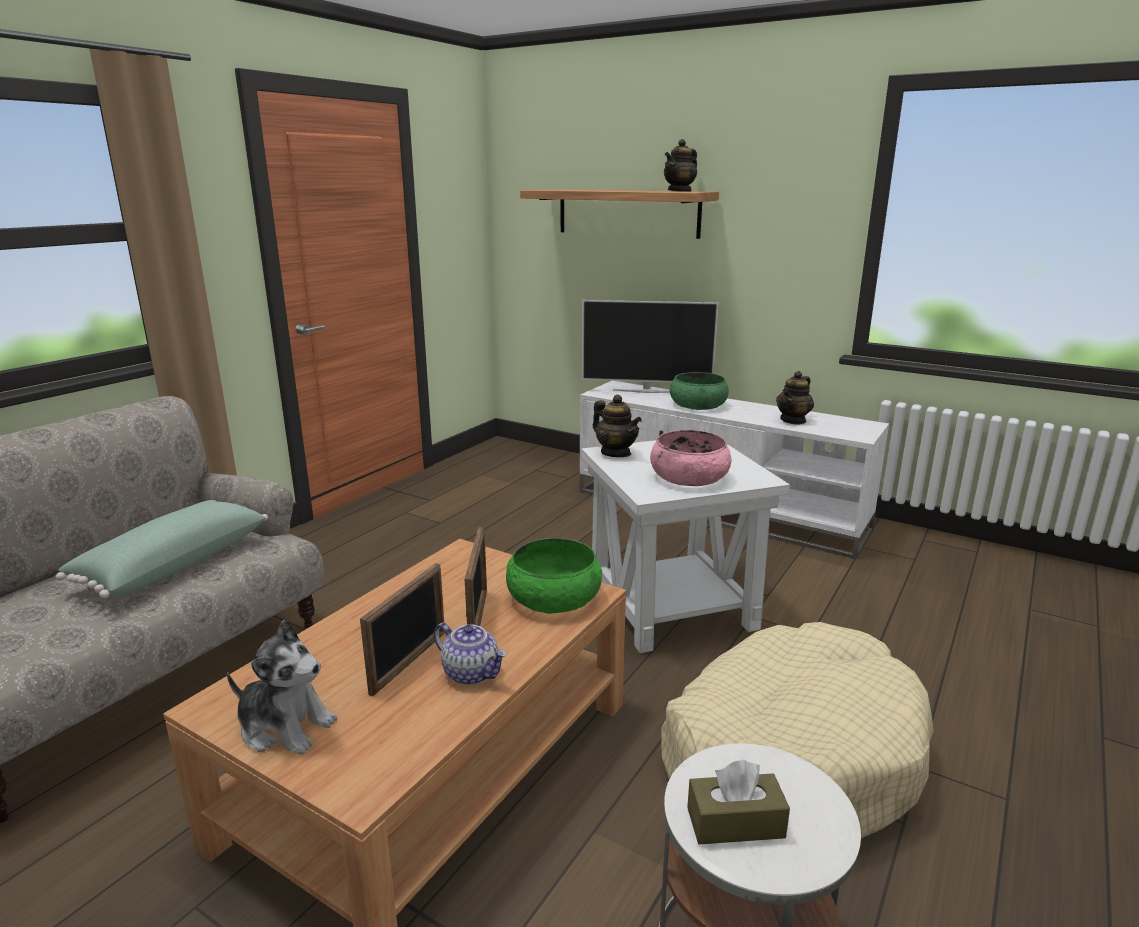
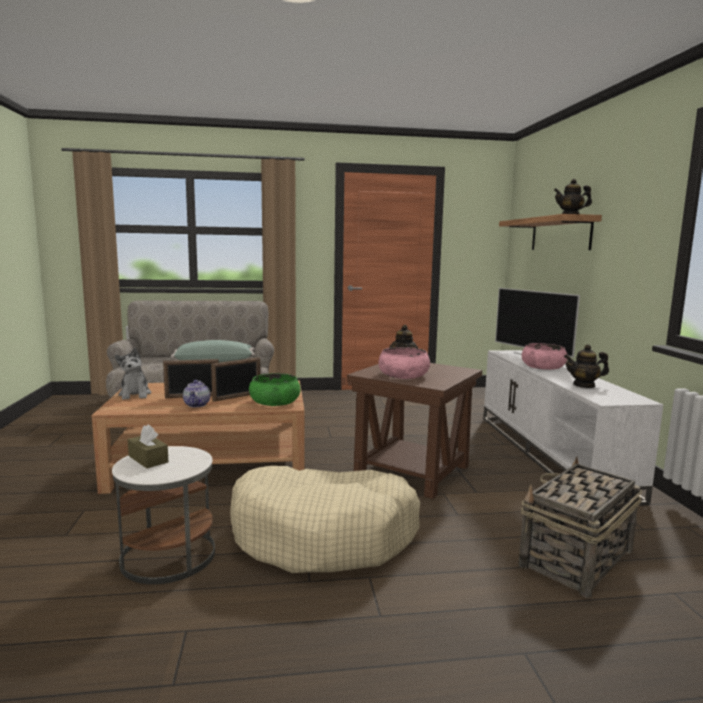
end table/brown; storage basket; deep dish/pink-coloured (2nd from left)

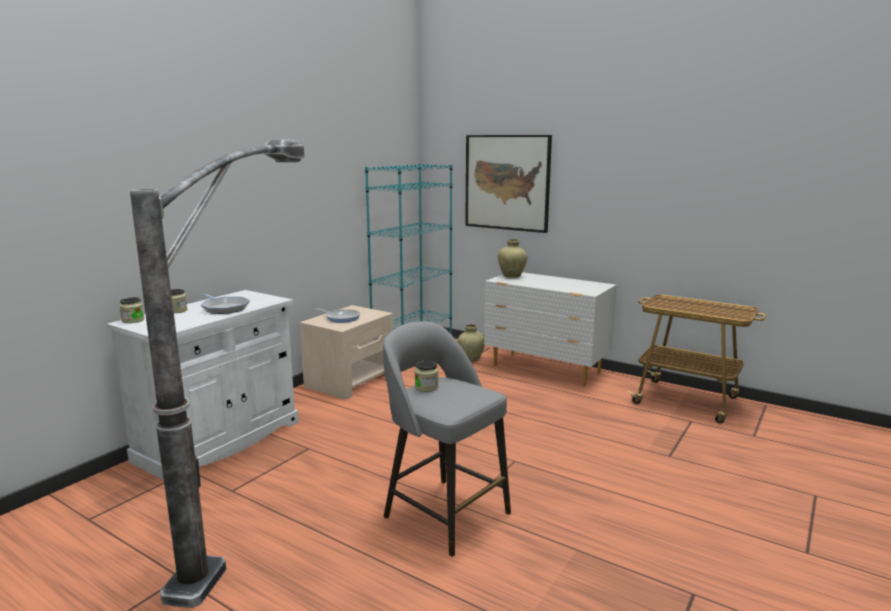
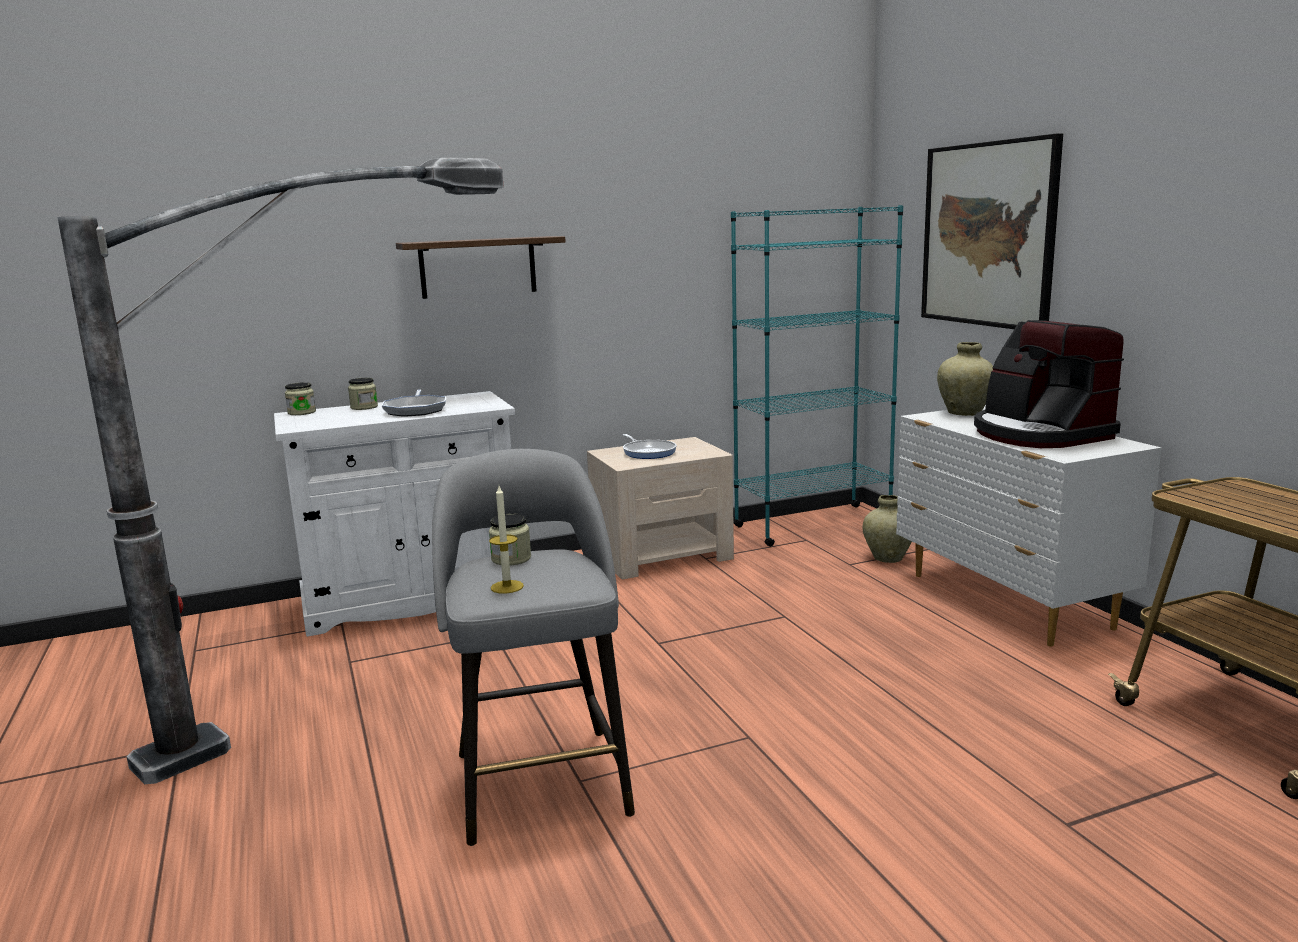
bracket shelf; wax candle; coffee machine

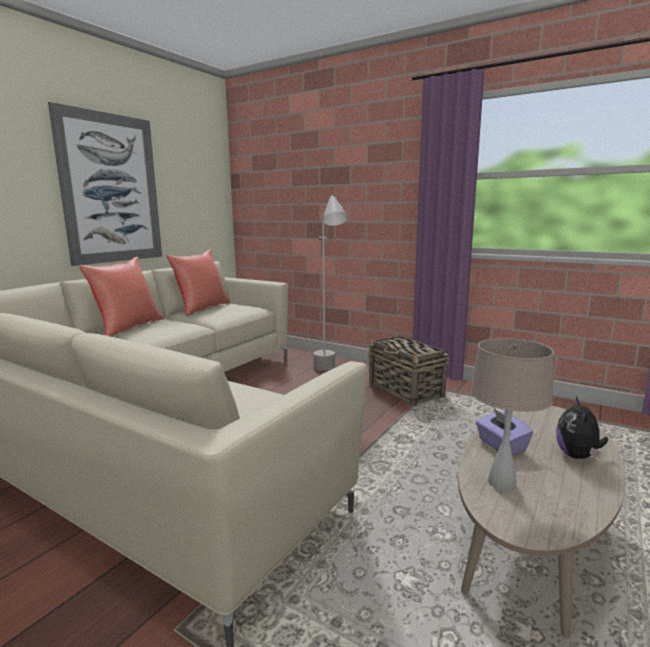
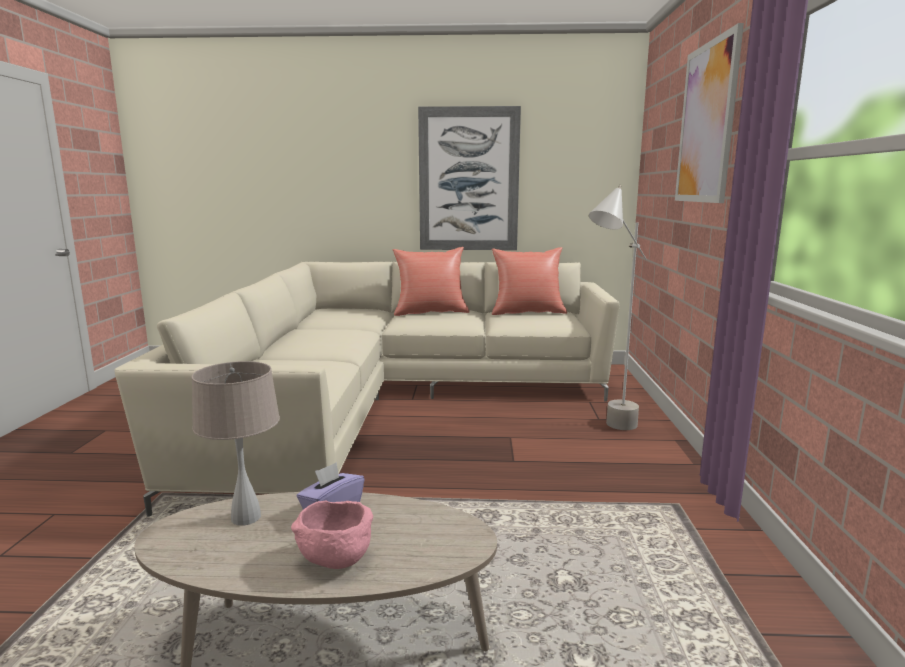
deep dish/pink-coloured; wall picture (2nd from left); storage basket

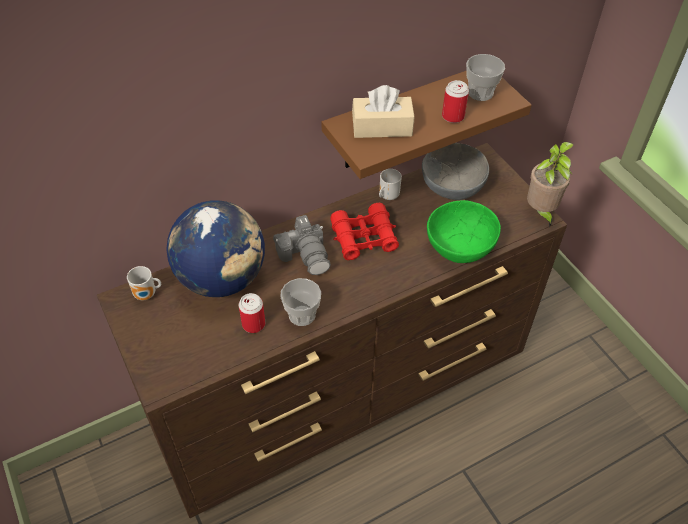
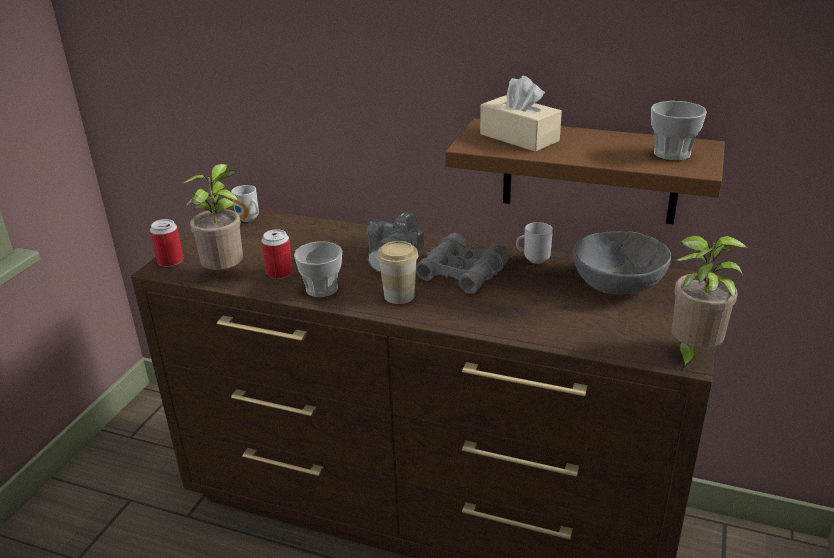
can (1st from left); houseplant (1st from left); small cup (2nd from left); binoculars/greyish; world globe; deep dish/greenish

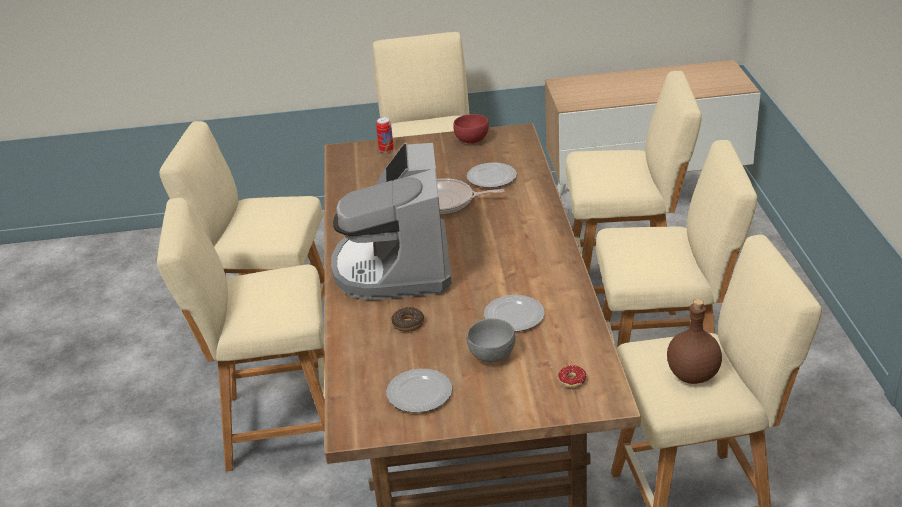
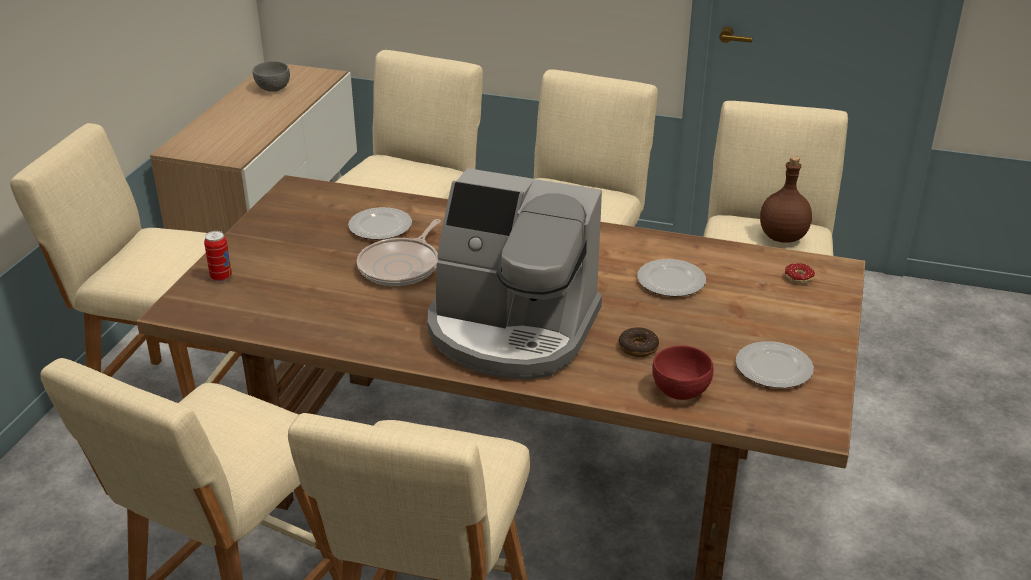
deep dish/greyish; deep dish/red

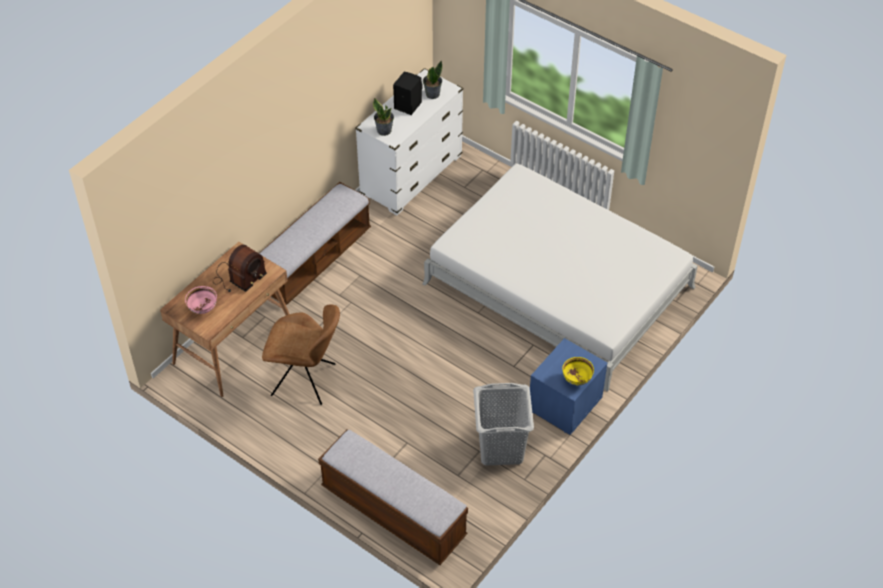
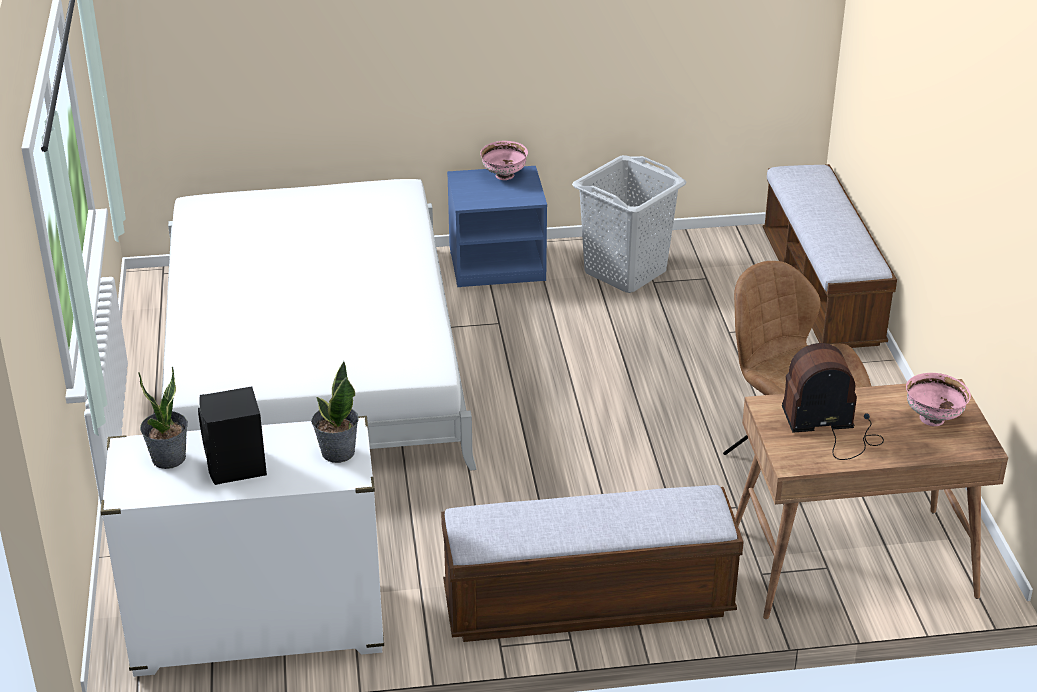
deep dish/pink-coloured (1st from left)

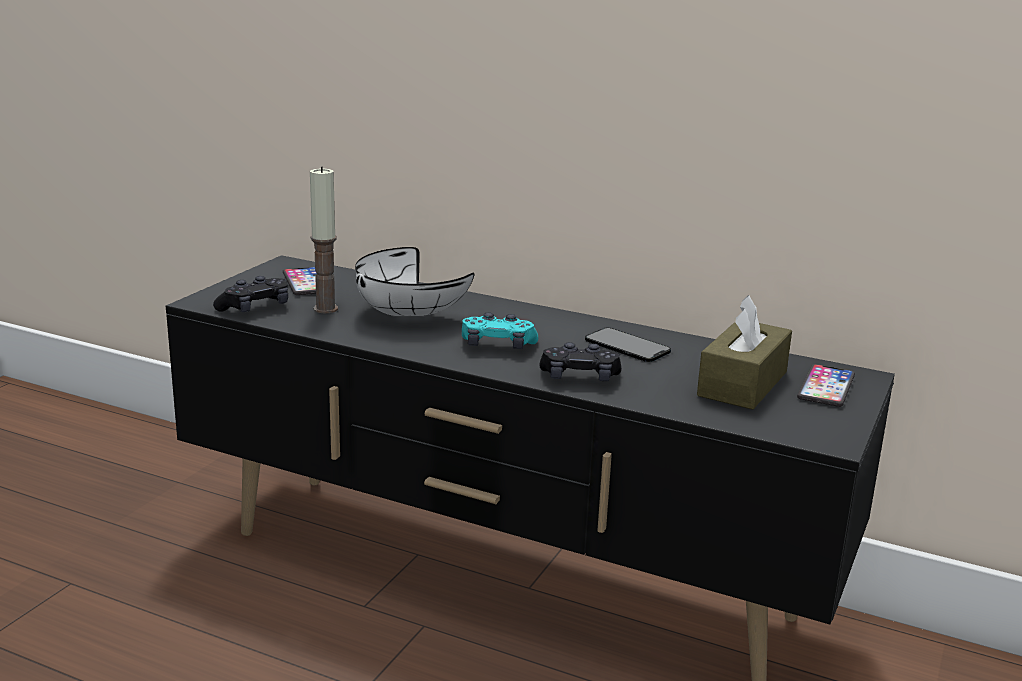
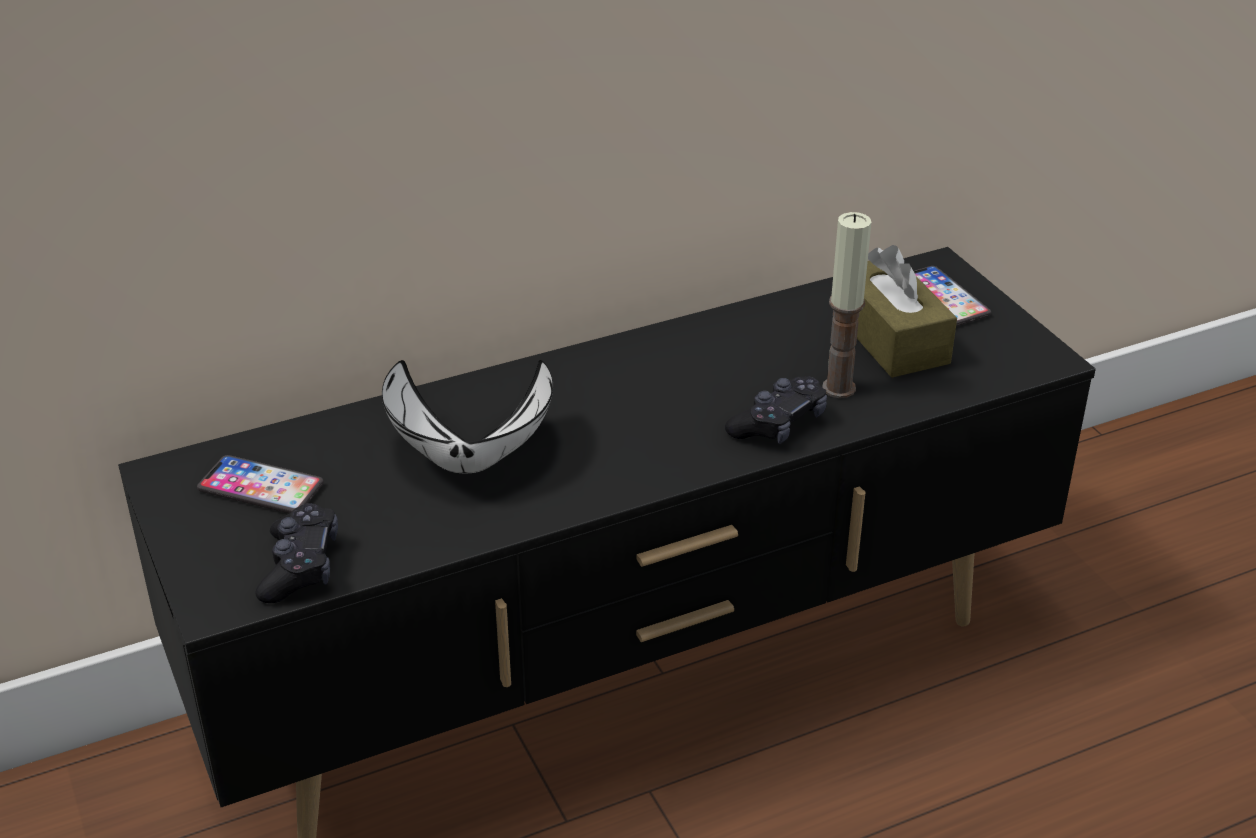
wax candle; gamepad/turquoise; telephone (2nd from left in the first image)

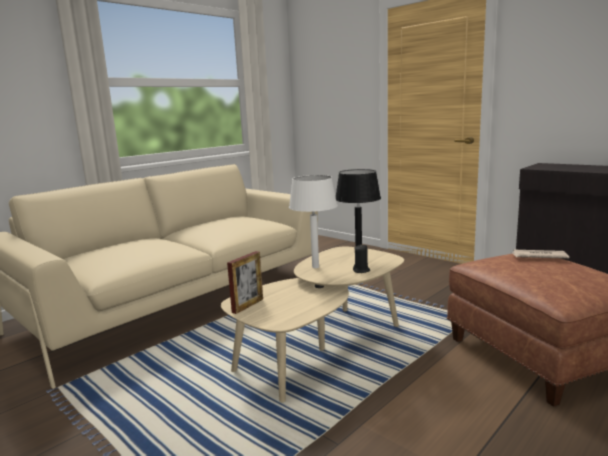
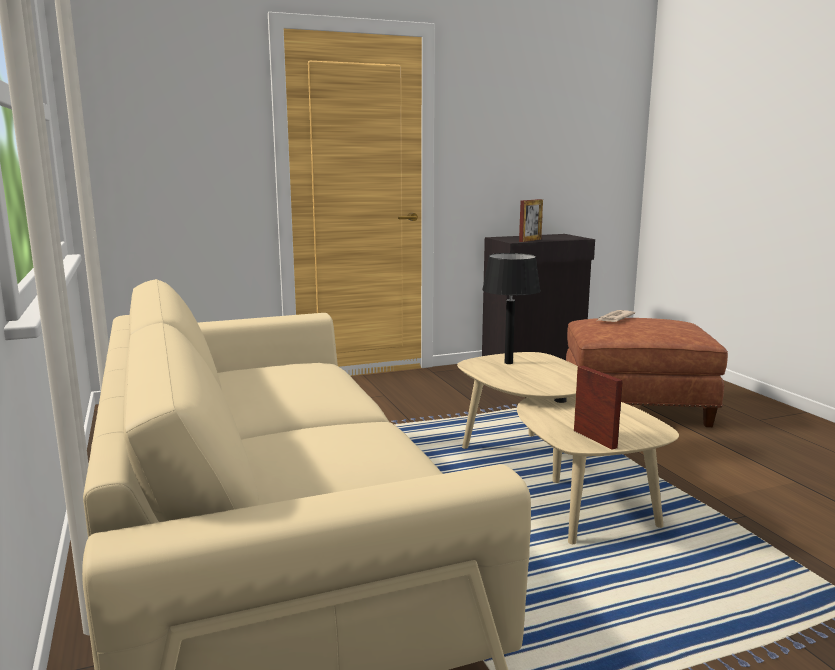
photo frame (1st from left); tabletop lamp/white; wax candle/black

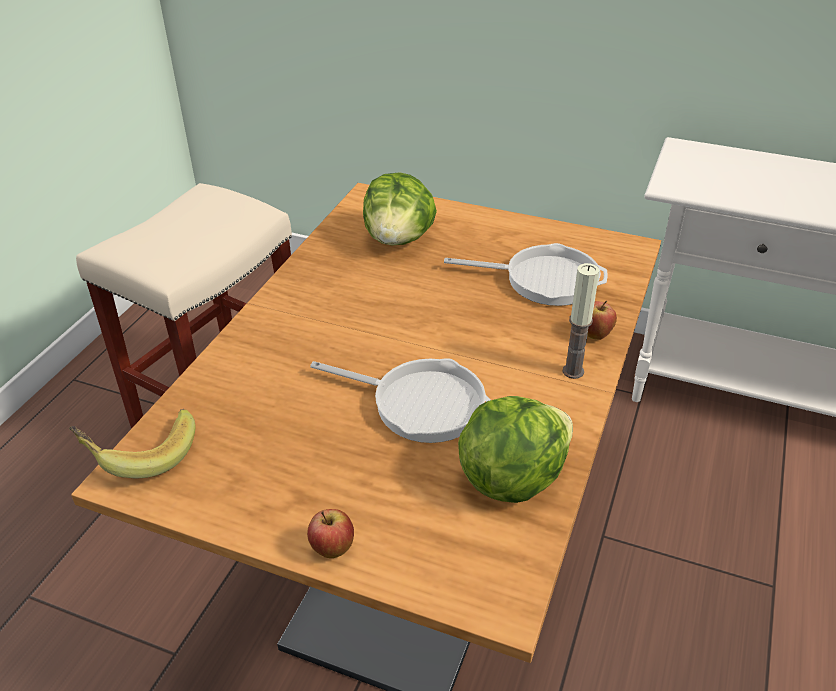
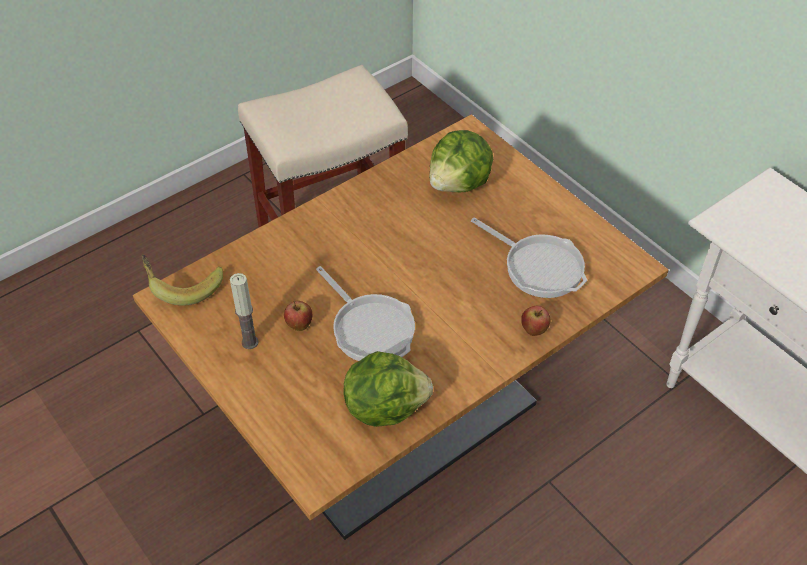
wax candle; apple fruit (1st from left)

